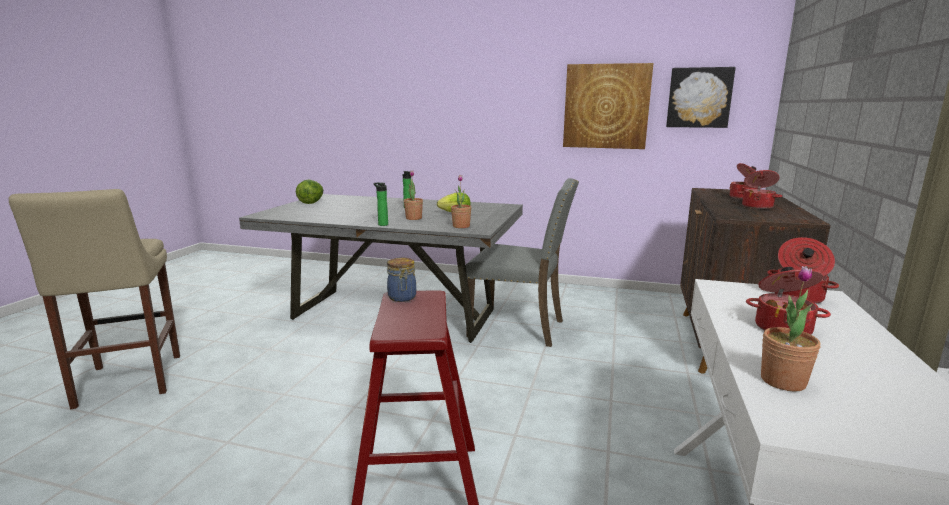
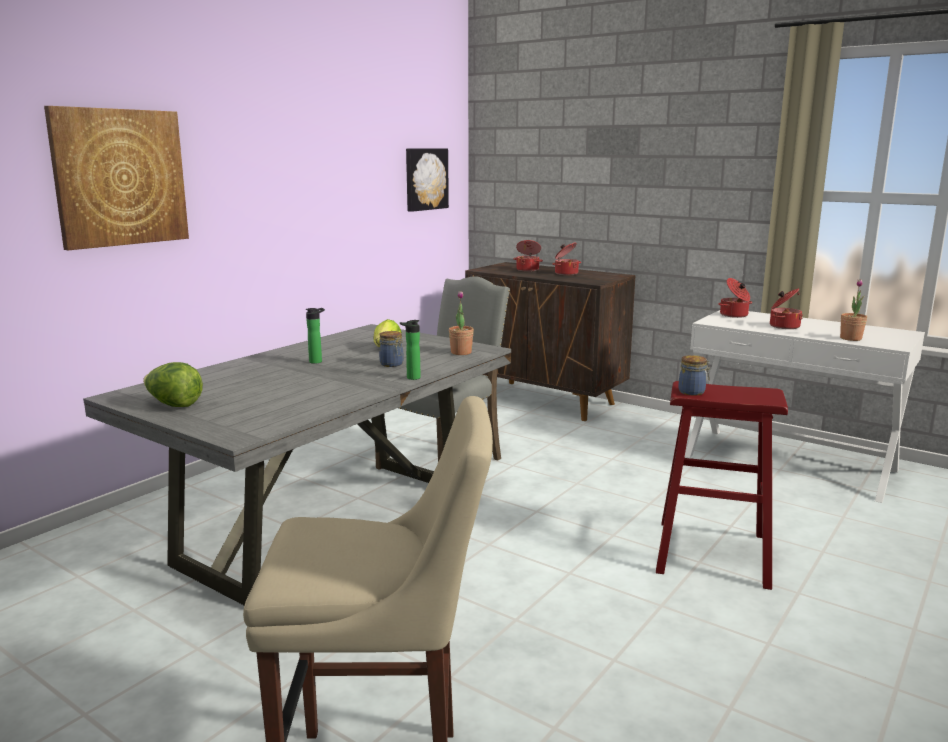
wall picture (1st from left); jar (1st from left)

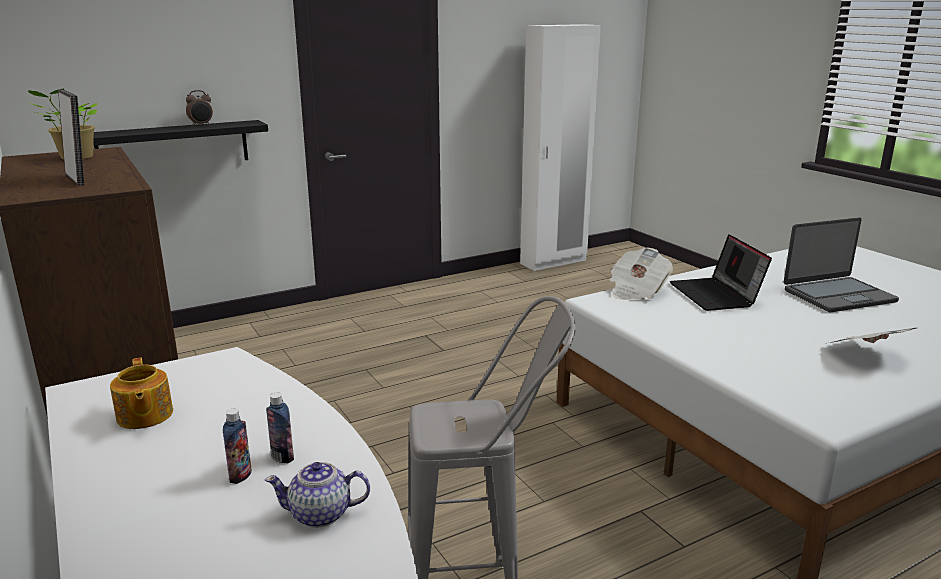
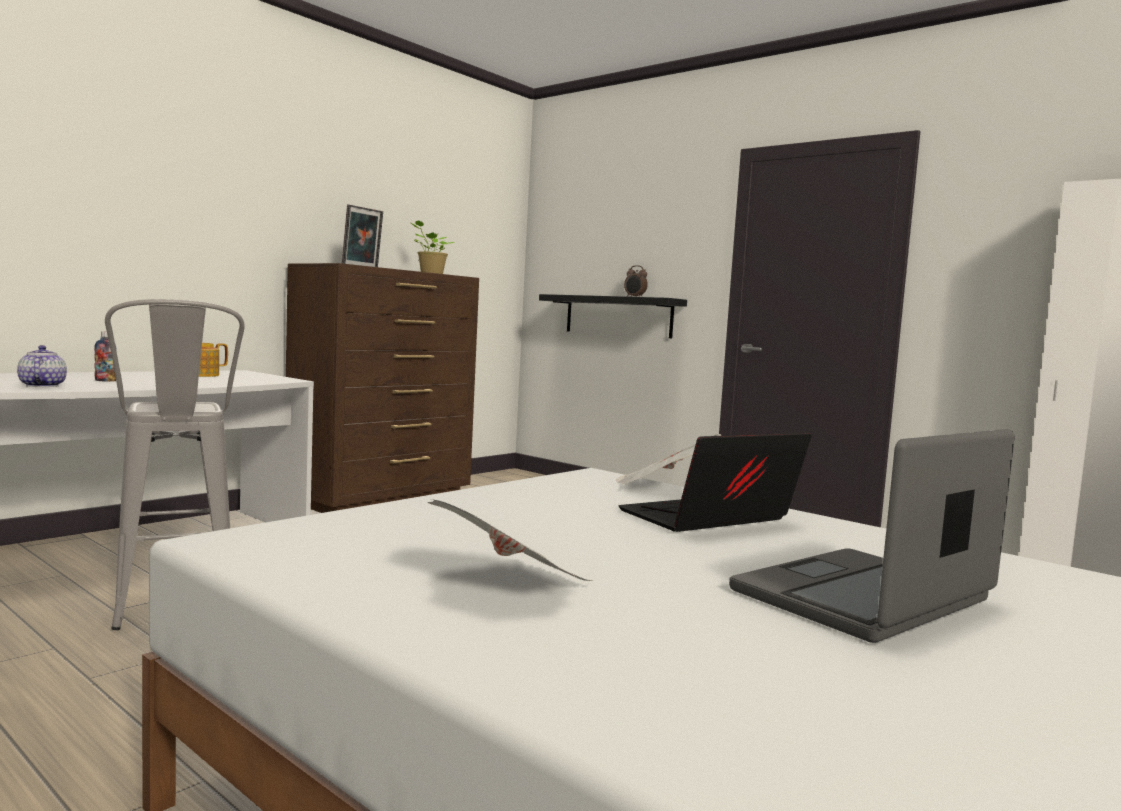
portable computer (2nd from left); beverage bottle (2nd from left in the first image)

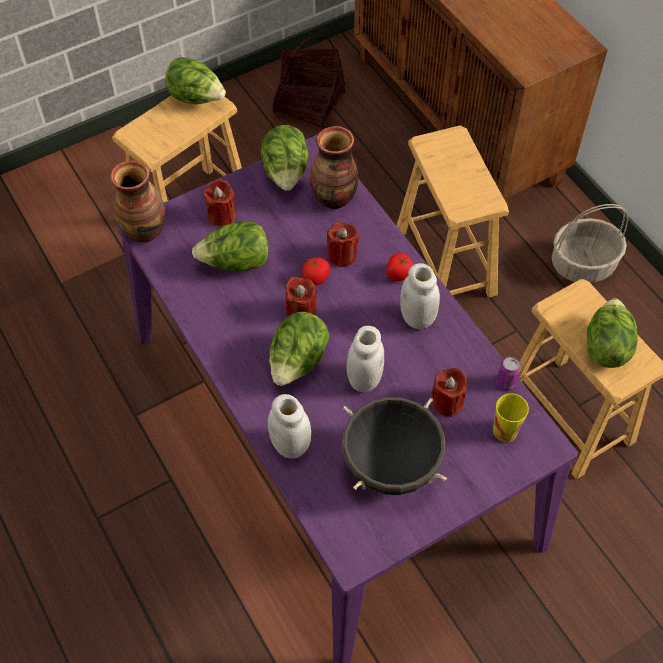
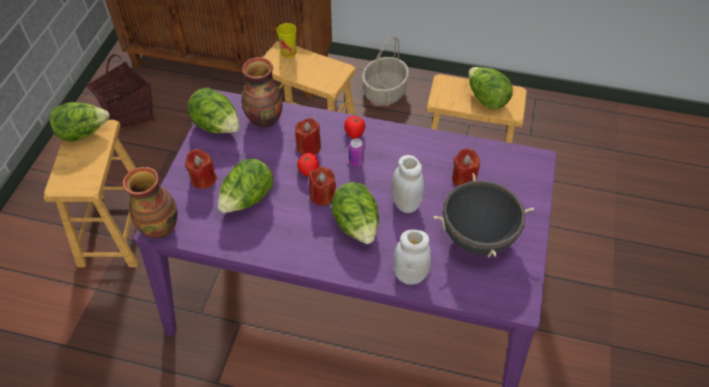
small cup; can; jar/white (3rd from left in the first image)

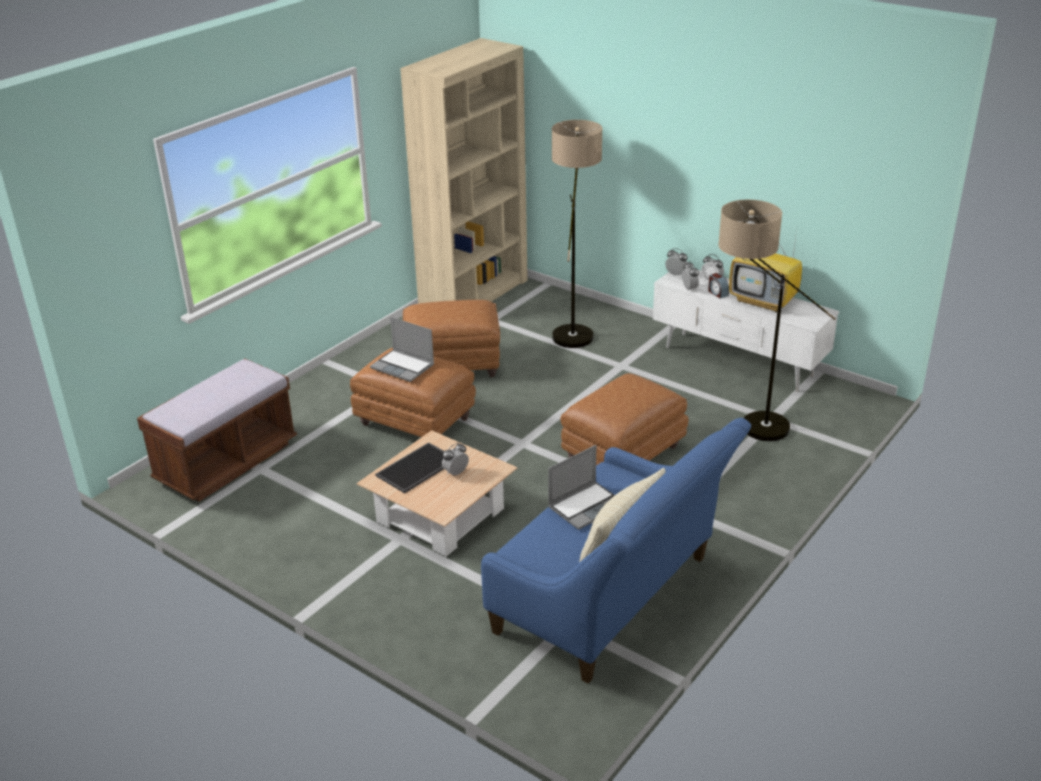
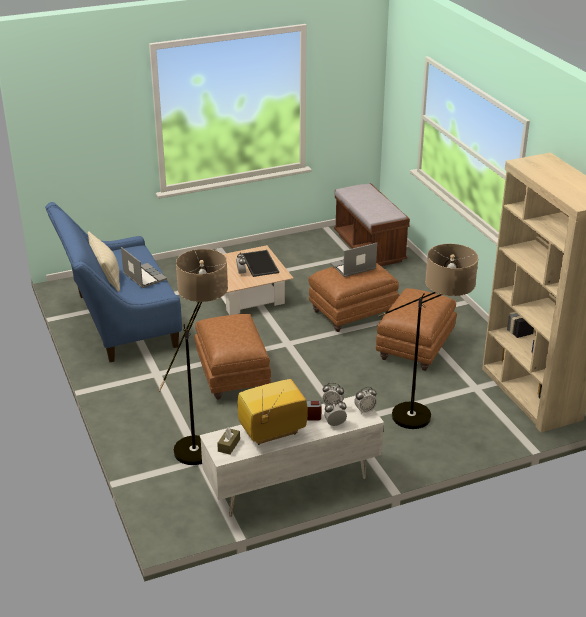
portable computer (1st from left); box of tissues/brown

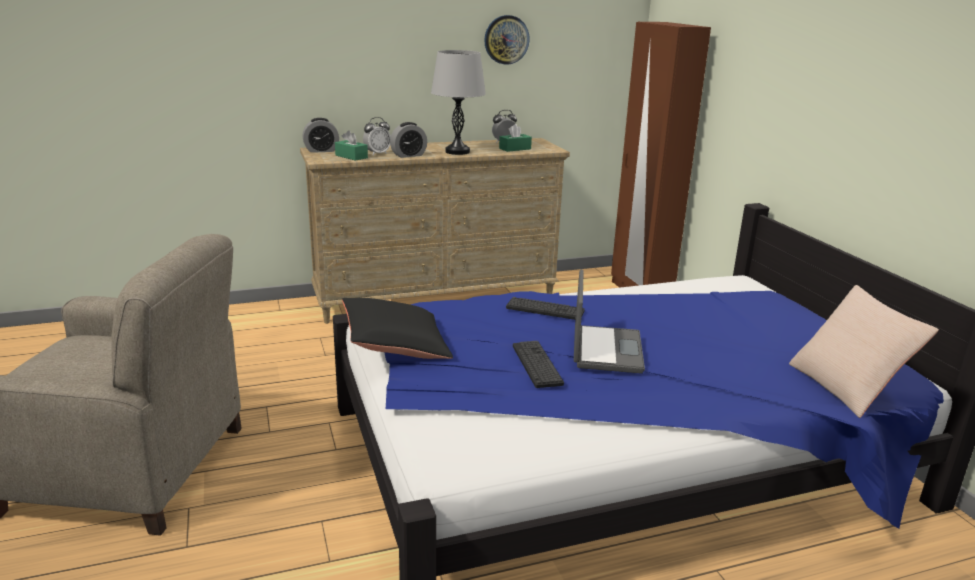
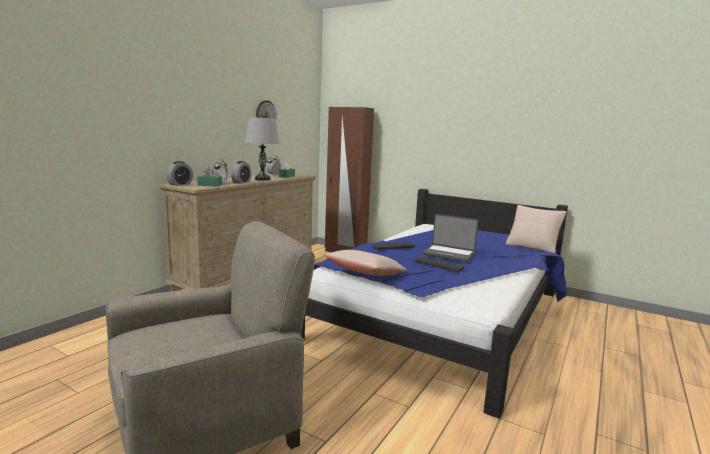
throw pillow/sand-coloured (1st from left); portable computer

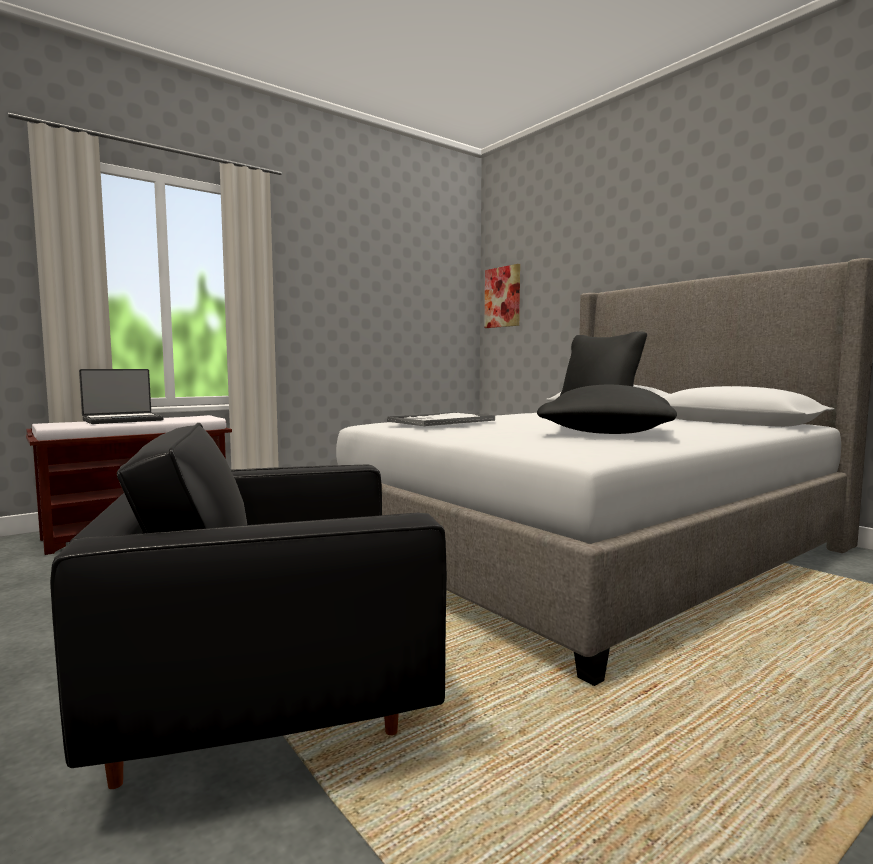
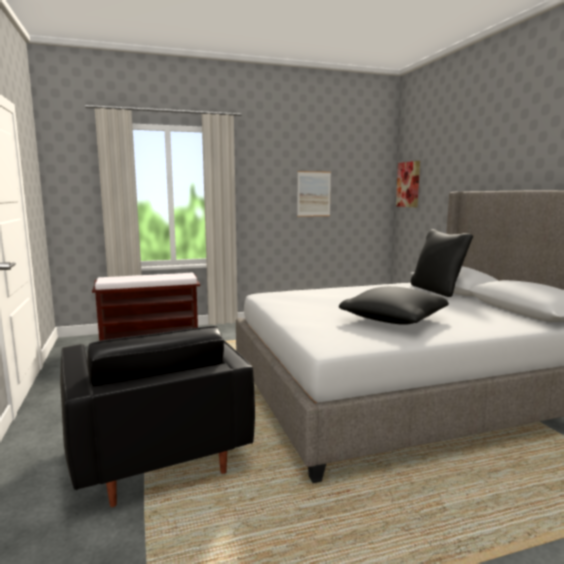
lounge chair/black; wall picture (1st from left); portable computer; tray

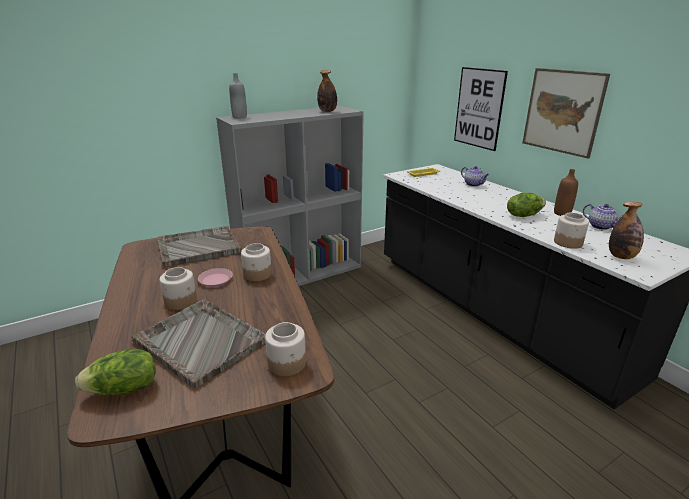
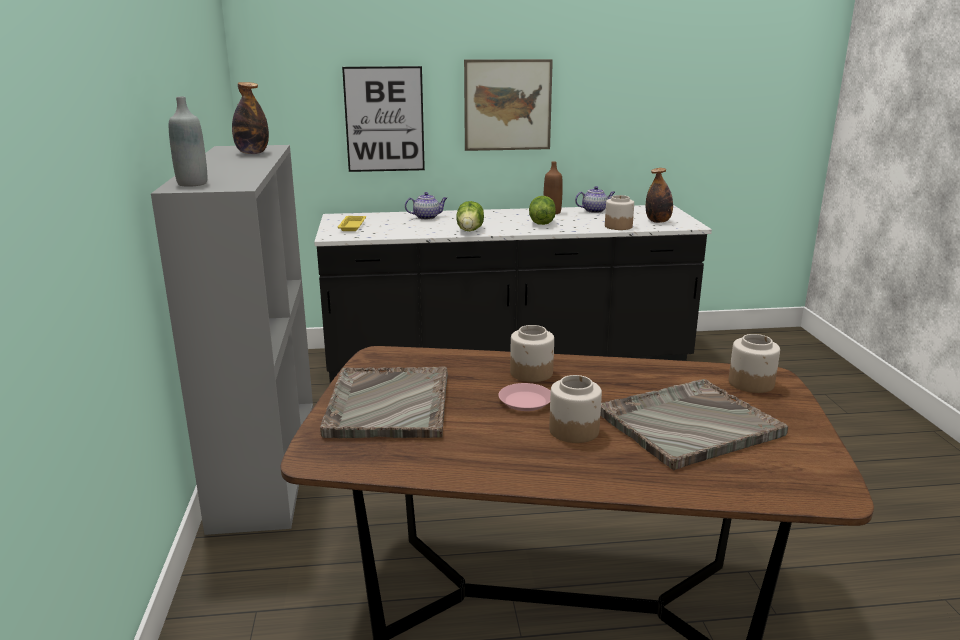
head of lettuce (1st from left)

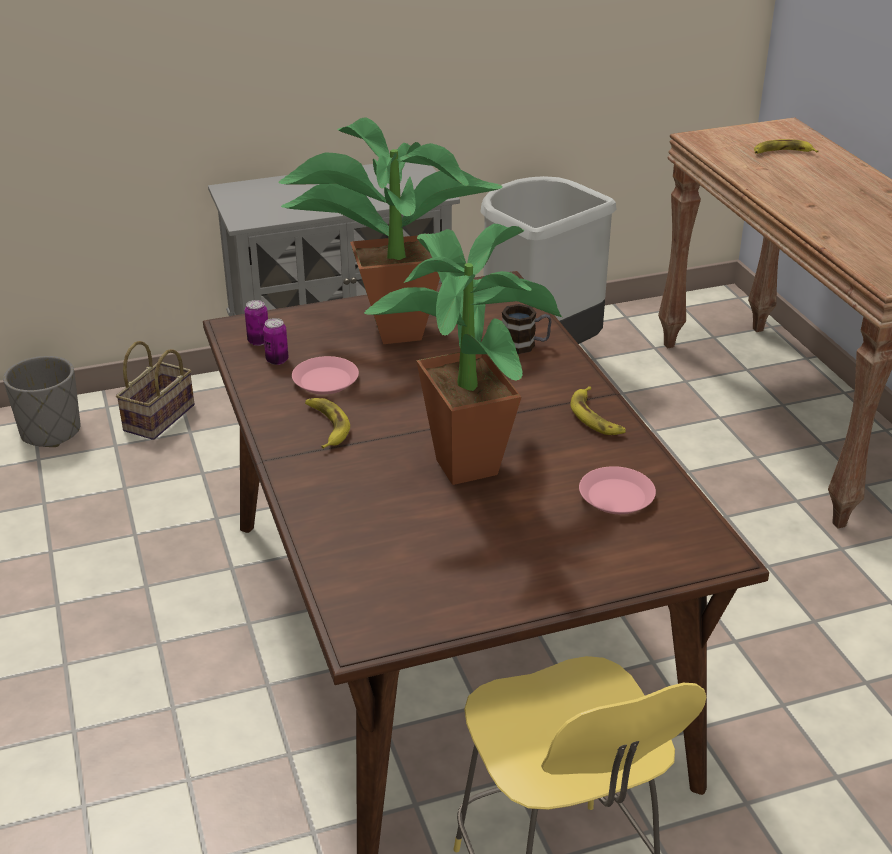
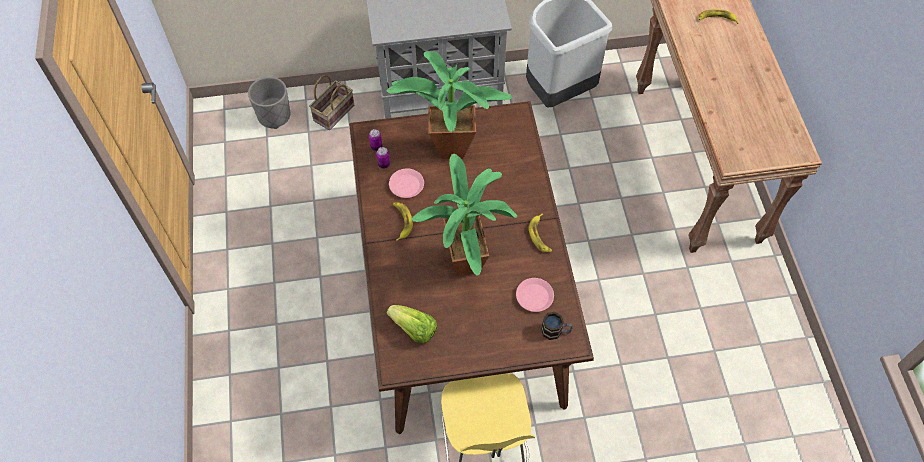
head of lettuce; coffee mug

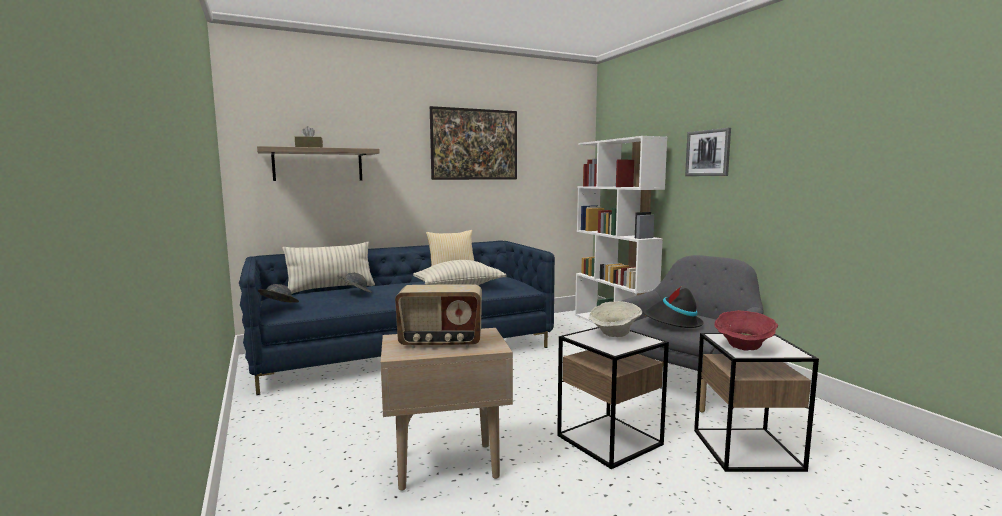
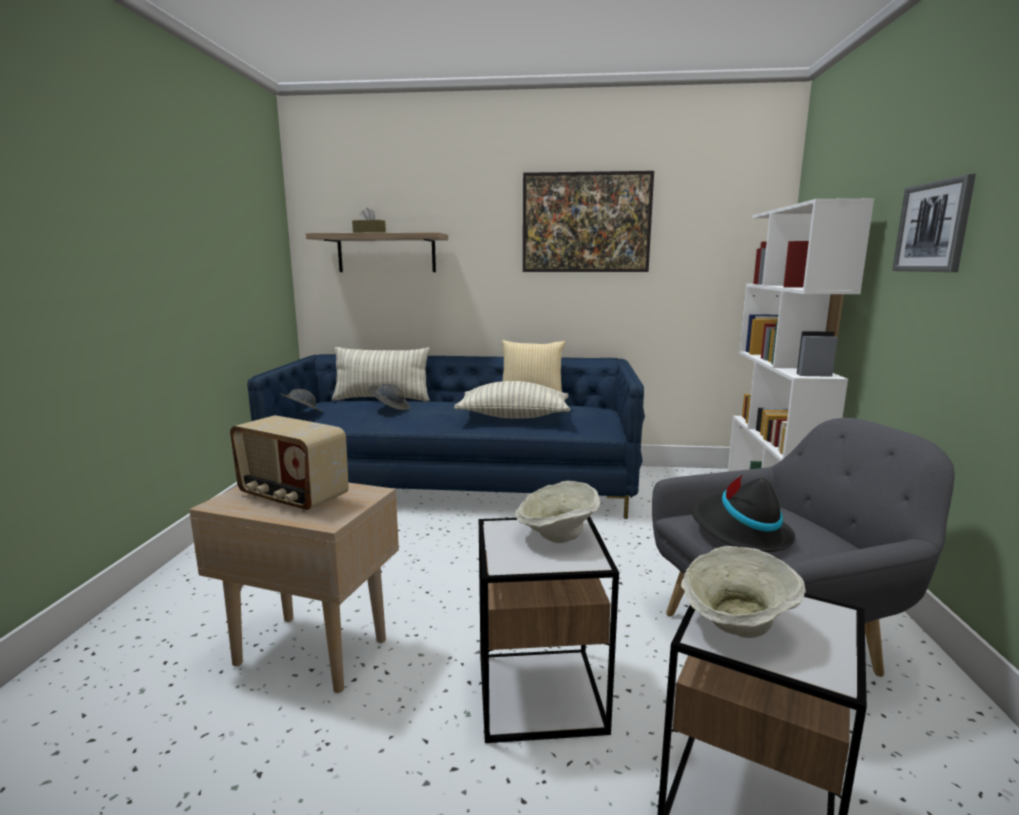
deep dish/sand-coloured (2nd from left)

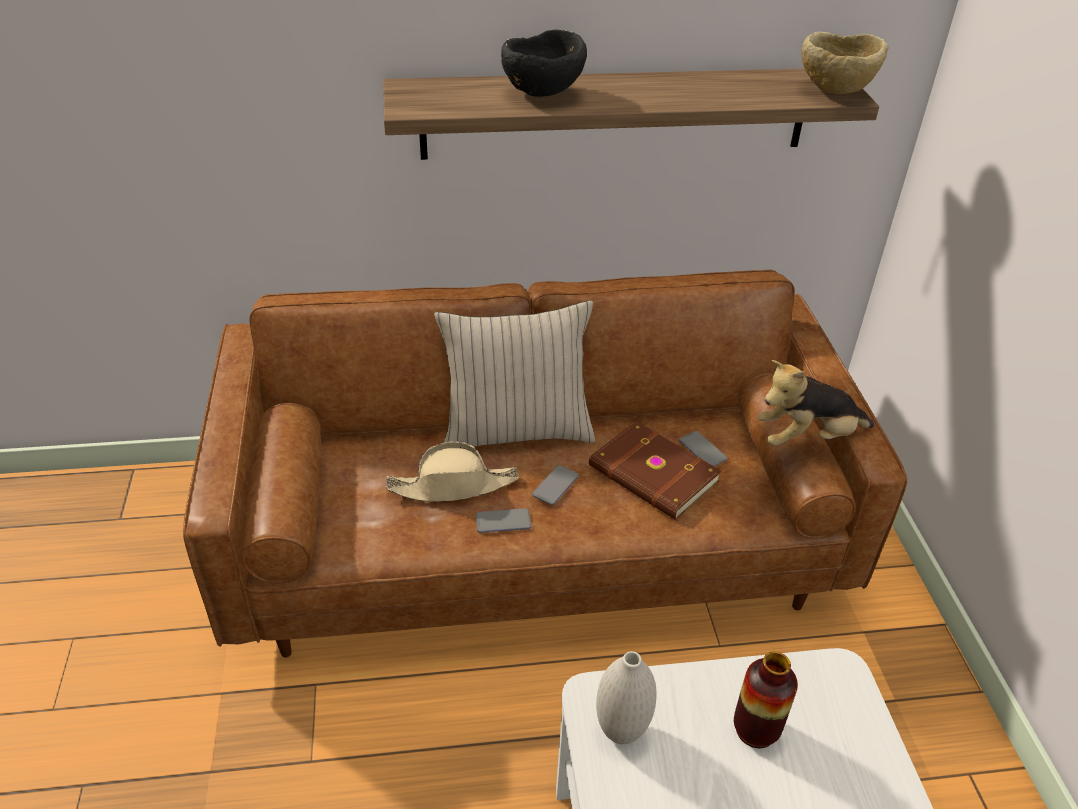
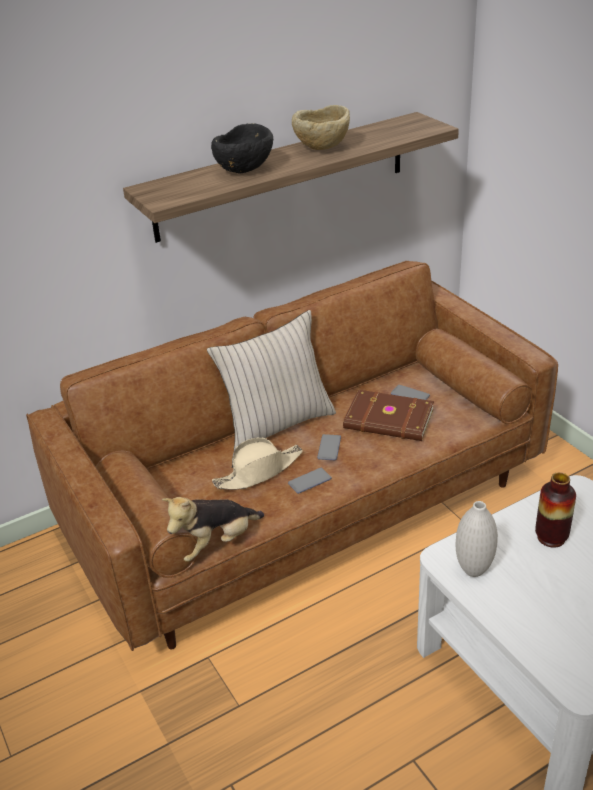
plush toy; deep dish/sand-coloured

